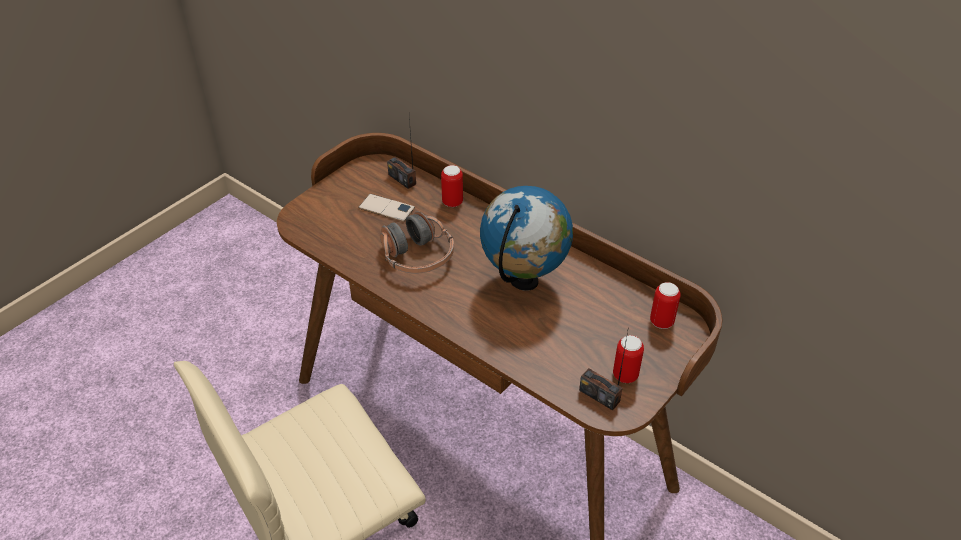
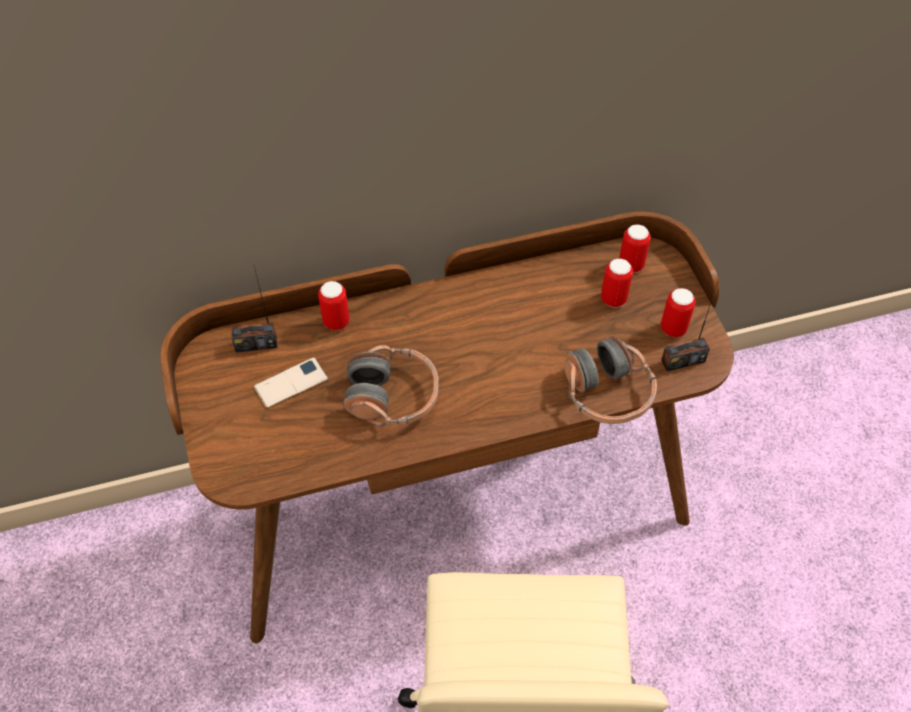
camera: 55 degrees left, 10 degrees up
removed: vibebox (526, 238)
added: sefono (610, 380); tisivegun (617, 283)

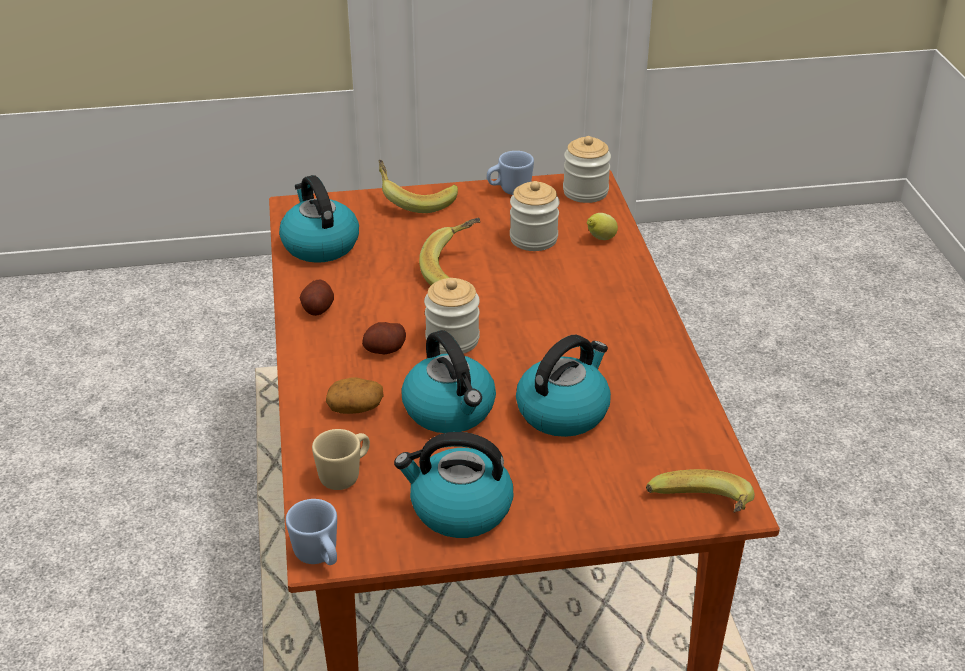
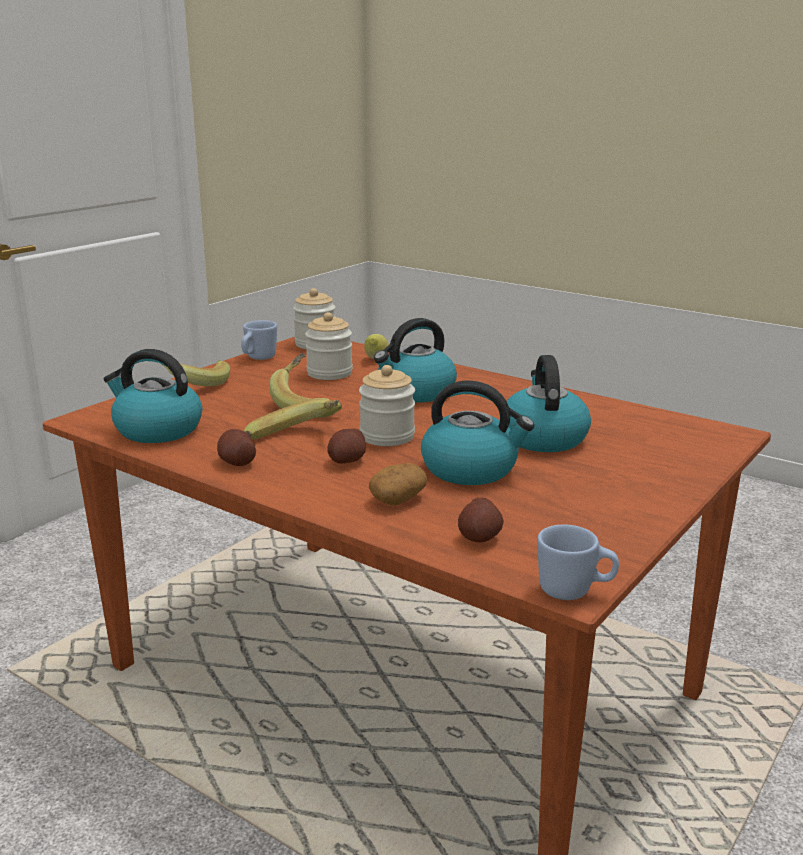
camera: 45 degrees left, 15 degrees down
moved: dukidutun (453, 485) to (415, 360); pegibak (700, 491) to (291, 418)
replaced: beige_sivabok (341, 459) to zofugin (481, 519)

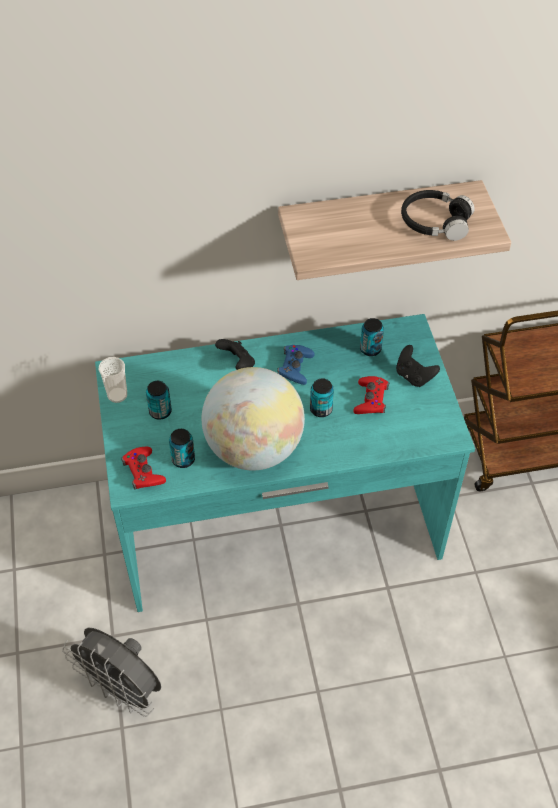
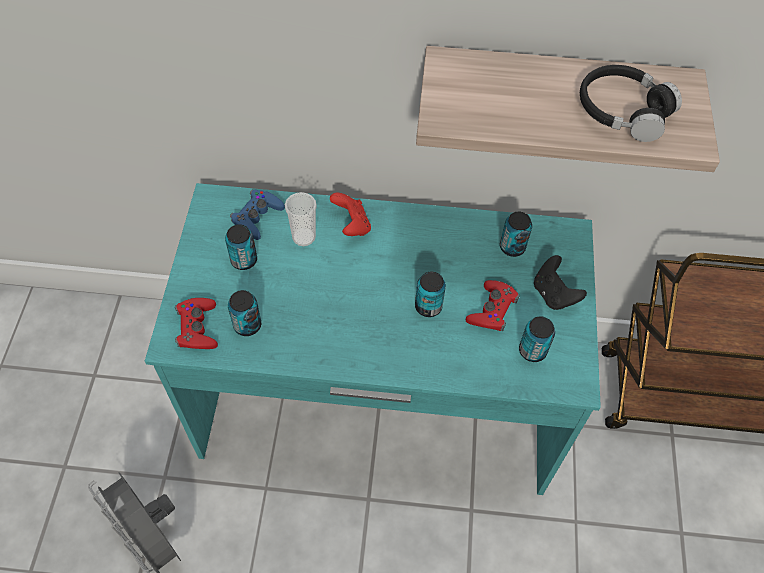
camera: 15 degrees right, 5 degrees up
removed: vibebox (253, 418)
added: tisivegun (537, 339)
moved: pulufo (113, 380) to (301, 219); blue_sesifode (295, 365) to (257, 215)
recoloured: black_sesifode (235, 354) to red_sesifode (350, 214)

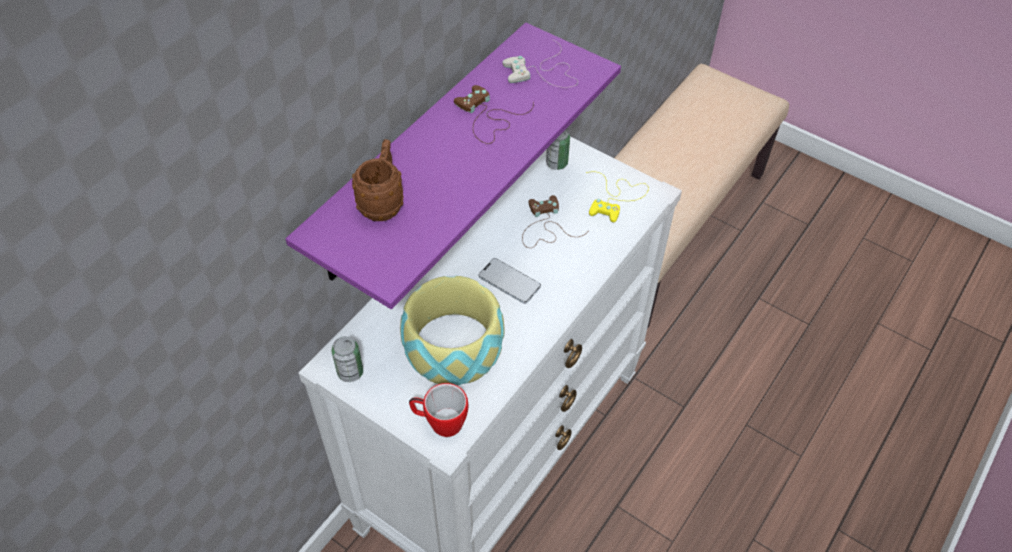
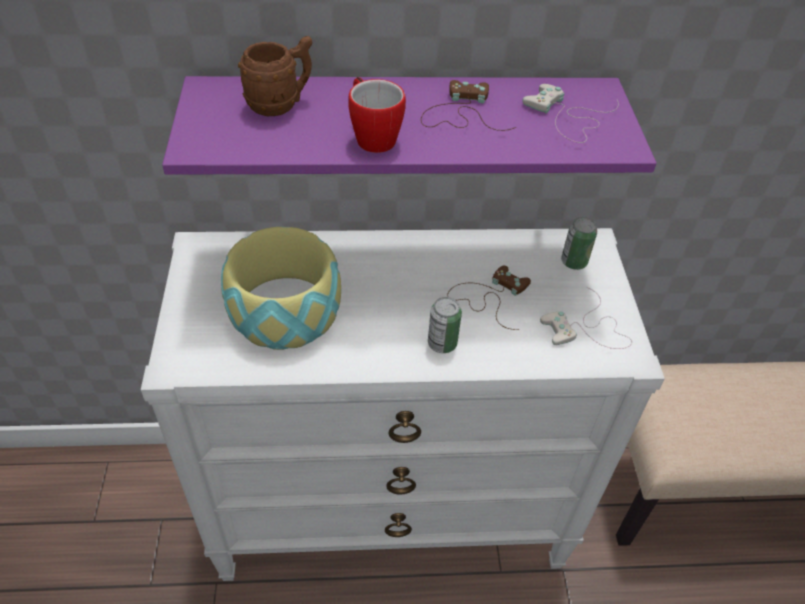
camera: 50 degrees right, 5 degrees down
removed: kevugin (510, 281)
moved: tisivegun (347, 359) to (445, 325); sivabok (438, 410) to (377, 115)
recoloured: yellow_sesifode (617, 197) to white_sesifode (586, 318)

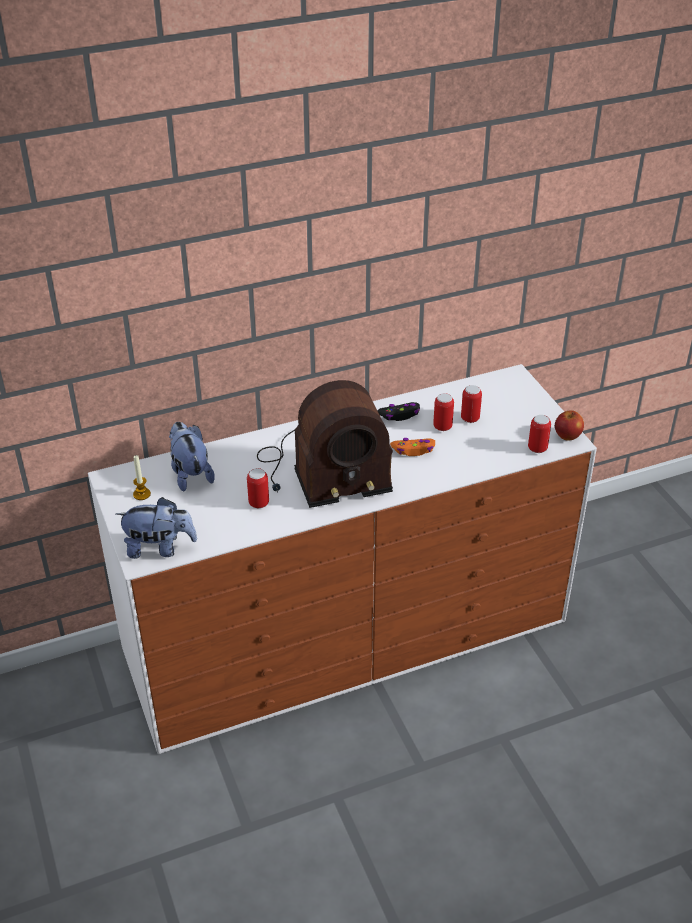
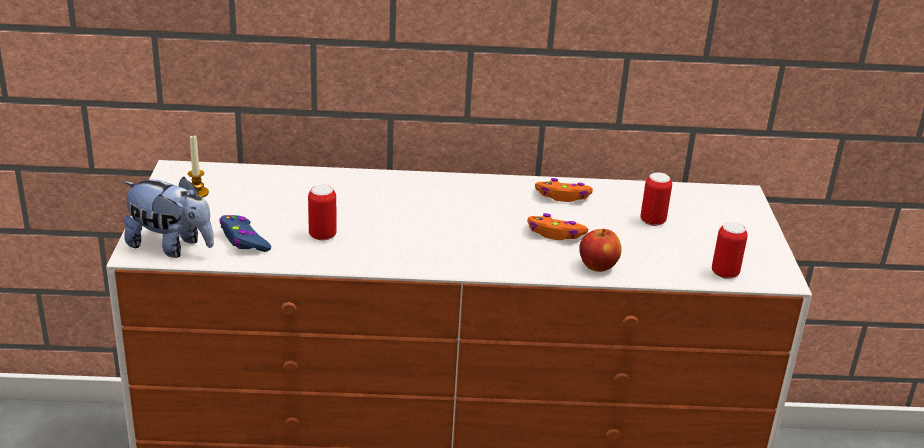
camera: 20 degrees right, 10 degrees down
removed: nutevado (192, 456); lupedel (325, 444); tisivegun (443, 412)
added: blue_sesifode (245, 233)
moved: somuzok (569, 426) to (600, 250)
recoloured: black_sesifode (398, 411) to orange_sesifode (564, 190)

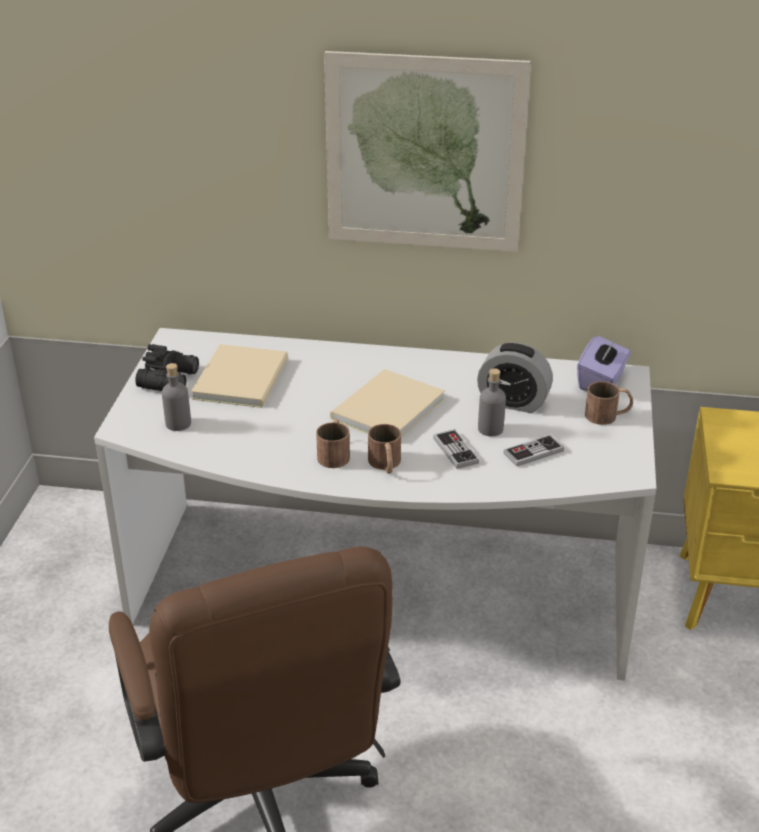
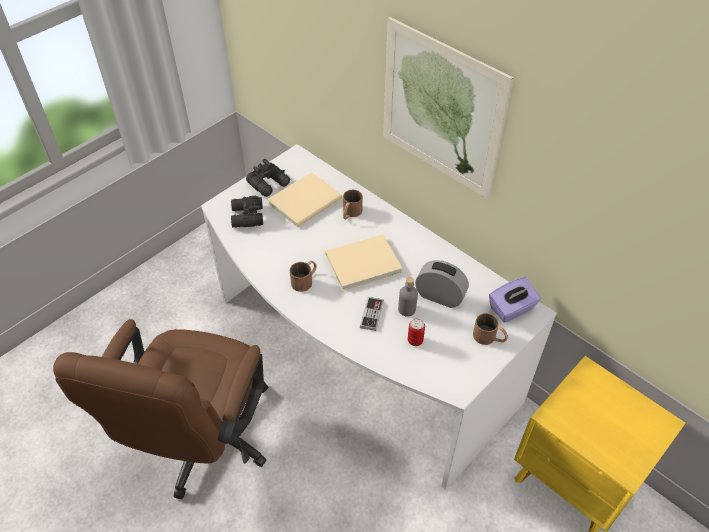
camera: 35 degrees right, 15 degrees up
moved: brown_sivabok (384, 449) to (353, 204)
replaced: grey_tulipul (176, 397) to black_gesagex (247, 212); sesifode (533, 450) to tisivegun (416, 332)
turned: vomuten (515, 377) = (442, 284) 150 degrees clockwise

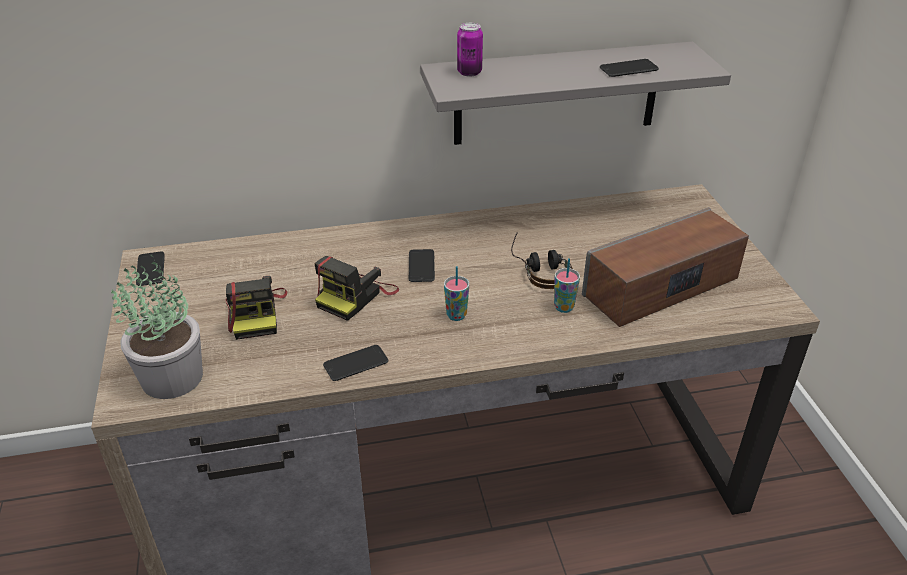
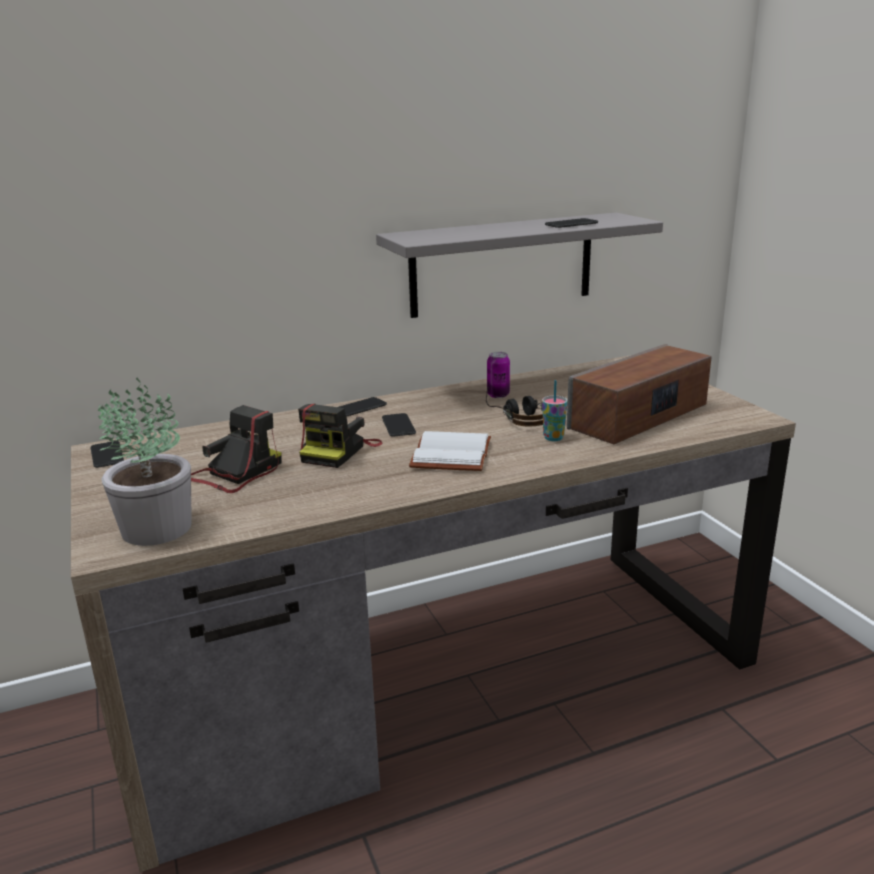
camera: 10 degrees left, 15 degrees down
moved: kevugin (355, 363) to (363, 407); tisivegun (470, 50) to (498, 375)
replaced: pulufo (456, 293) to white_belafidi (450, 451)
turned: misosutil (256, 308) = (236, 449) 120 degrees counterclockwise

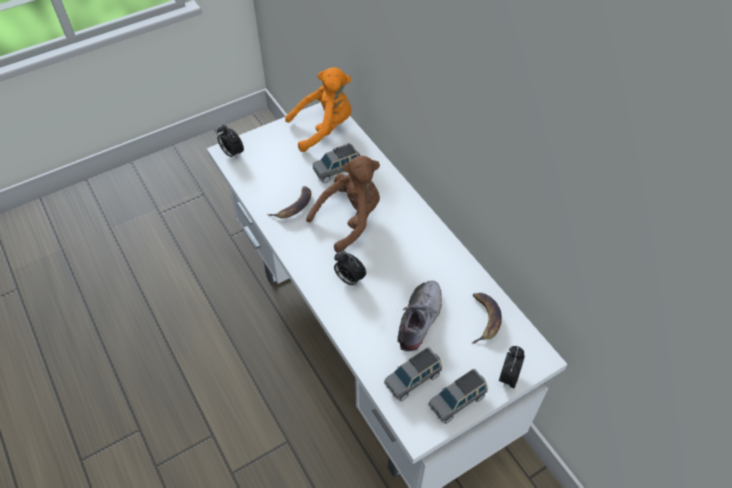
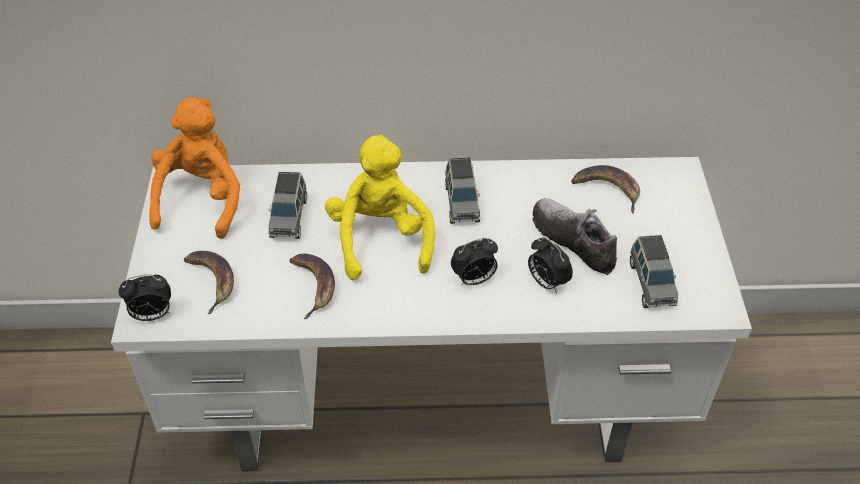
camera: 60 degrees left, 5 degrees down
added: pegibak (209, 282)
moved: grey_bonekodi (458, 396) to (462, 190); vomuten (512, 367) to (550, 265)
recoloured: brown_nutevado (343, 204) to yellow_nutevado (380, 207)

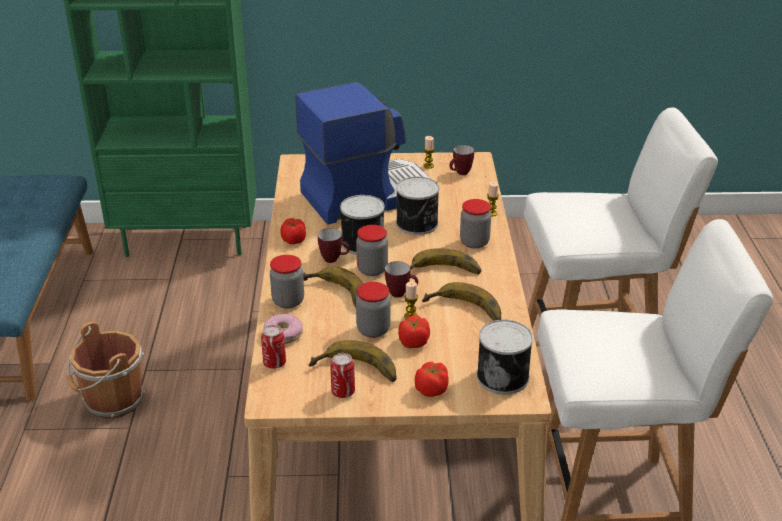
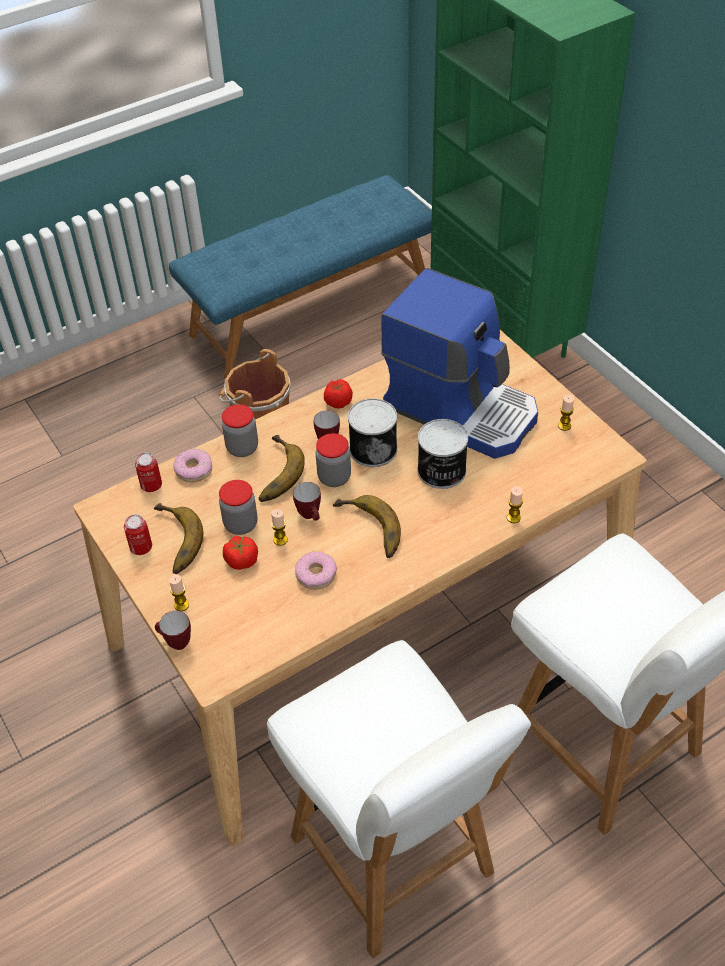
camera: 60 degrees right, 15 degrees up
removed: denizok (475, 224); tisivegun (505, 357)
moved: sivabok (461, 160) to (173, 630)
replaced: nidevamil (432, 379) to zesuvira (179, 593); pegibak (461, 301) to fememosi (316, 570)

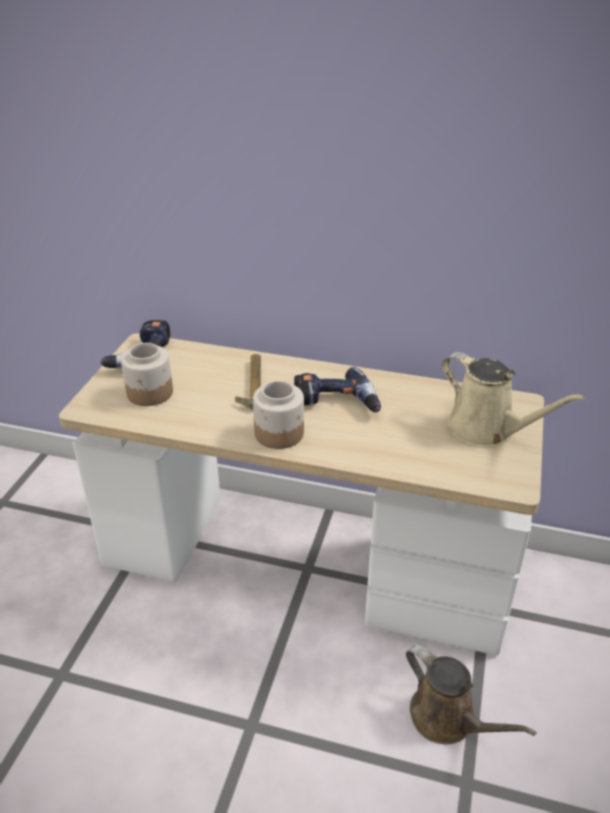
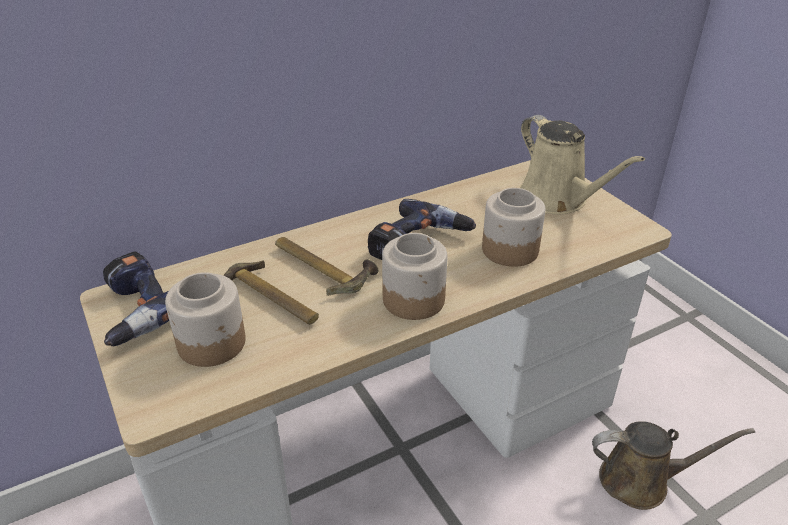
camera: 45 degrees left, 0 degrees up
added: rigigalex (271, 292); denizok (513, 227)
turned: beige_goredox (513, 399) = (582, 165) 60 degrees clockwise

